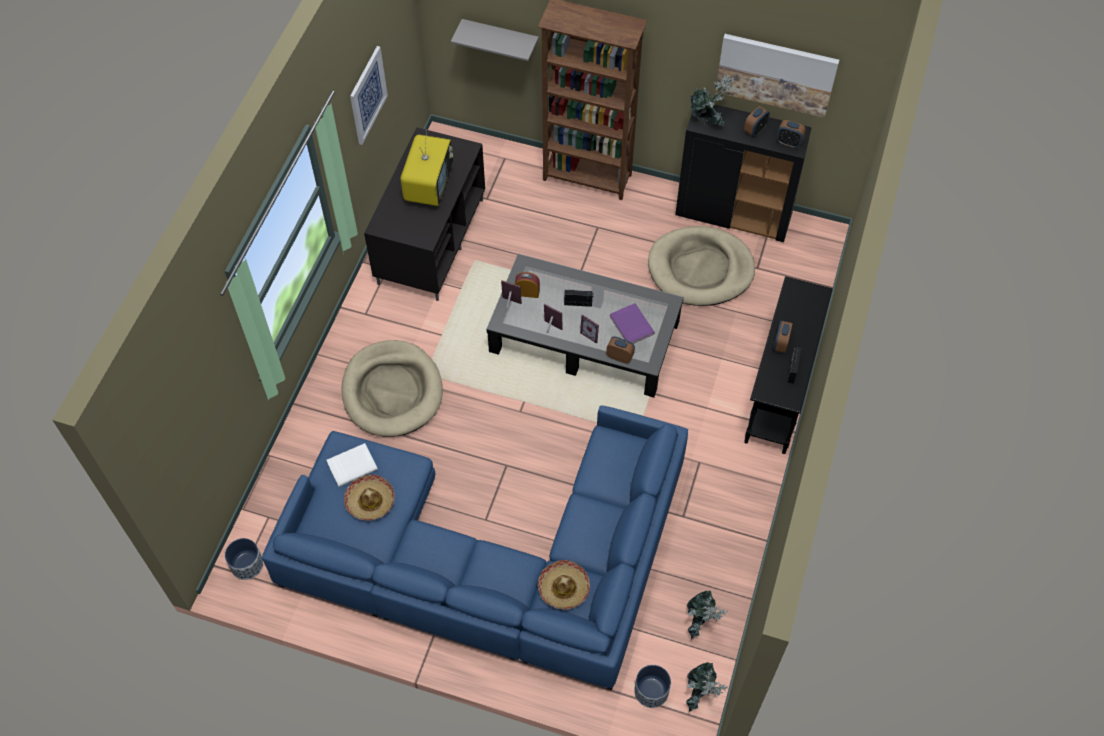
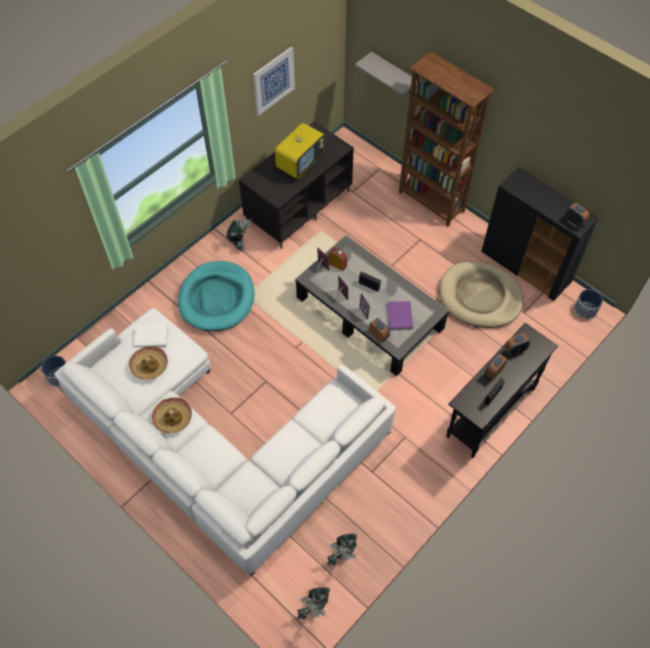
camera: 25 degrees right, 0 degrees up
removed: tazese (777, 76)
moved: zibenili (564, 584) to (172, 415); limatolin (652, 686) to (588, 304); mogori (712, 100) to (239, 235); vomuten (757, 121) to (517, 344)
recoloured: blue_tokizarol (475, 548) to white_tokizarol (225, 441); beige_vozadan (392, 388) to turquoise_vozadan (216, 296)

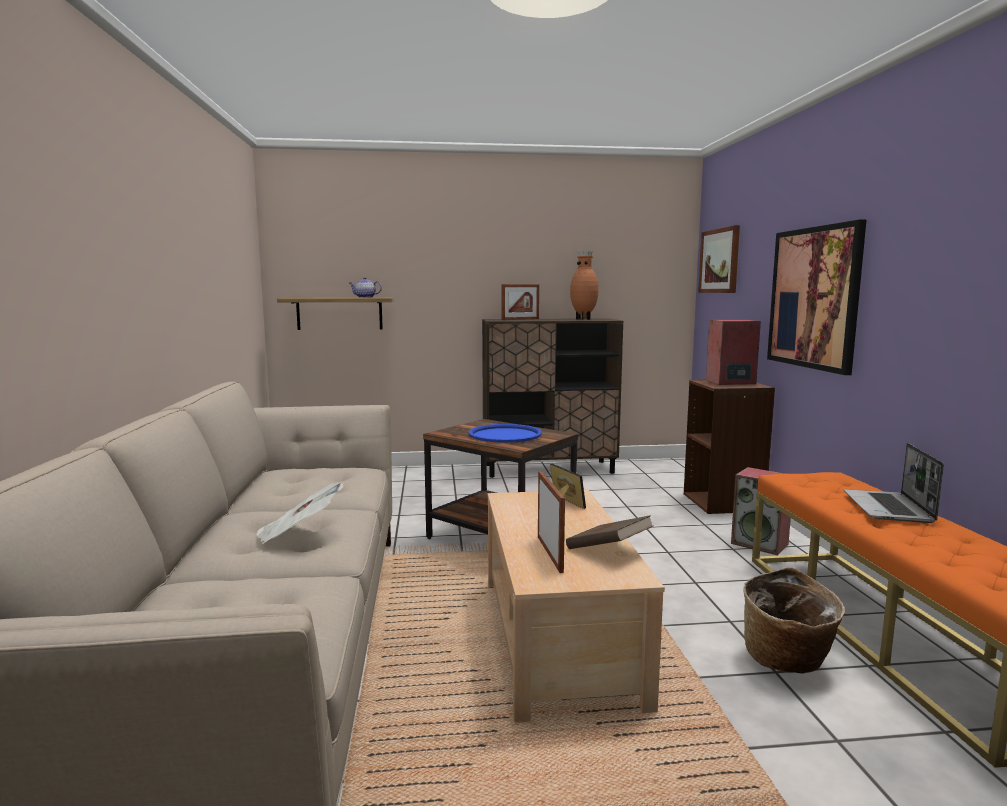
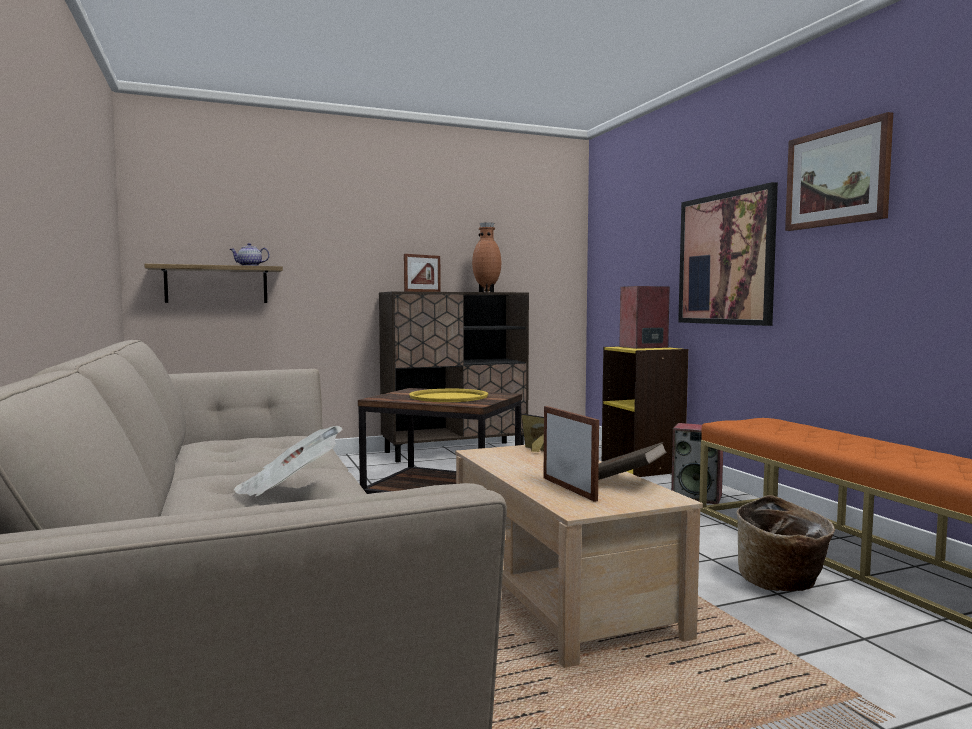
camera: 15 degrees left, 5 degrees down
removed: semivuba (894, 483)
moved: tazese (719, 259) to (839, 171)
recoloured: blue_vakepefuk (505, 433) to yellow_vakepefuk (448, 395); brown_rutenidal (729, 447) to yellow_rutenidal (645, 411)

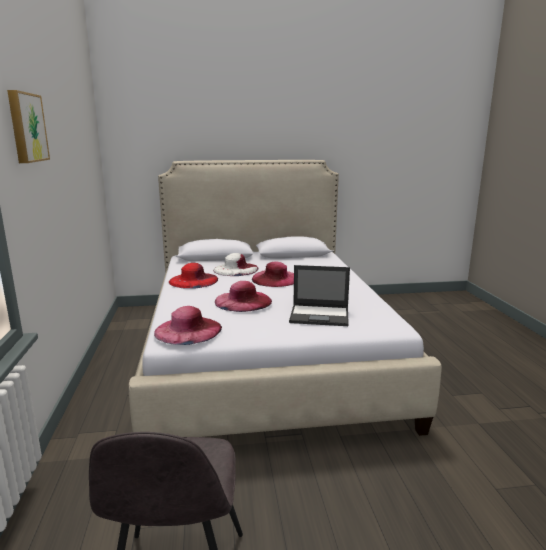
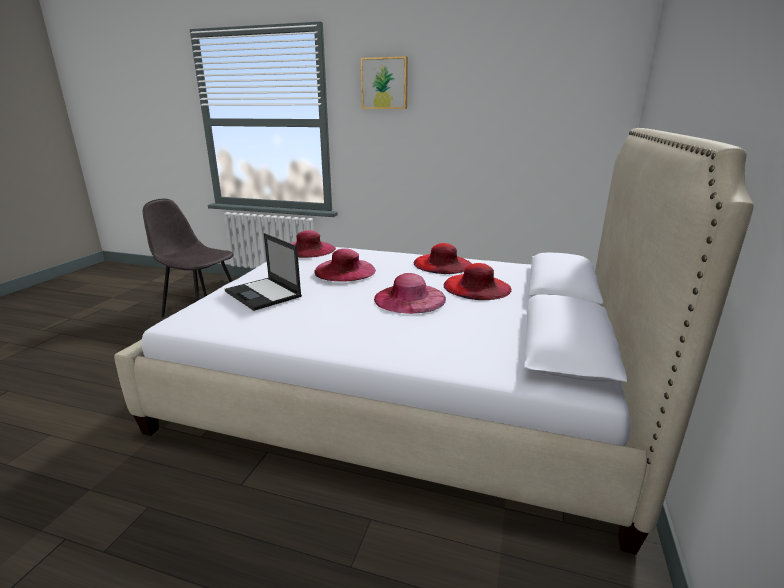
camera: 115 degrees right, 5 degrees up
recoloured: white_zibenili (236, 264) to red_zibenili (478, 281)
turned: semivuba (319, 295) = (263, 272) 75 degrees counterclockwise

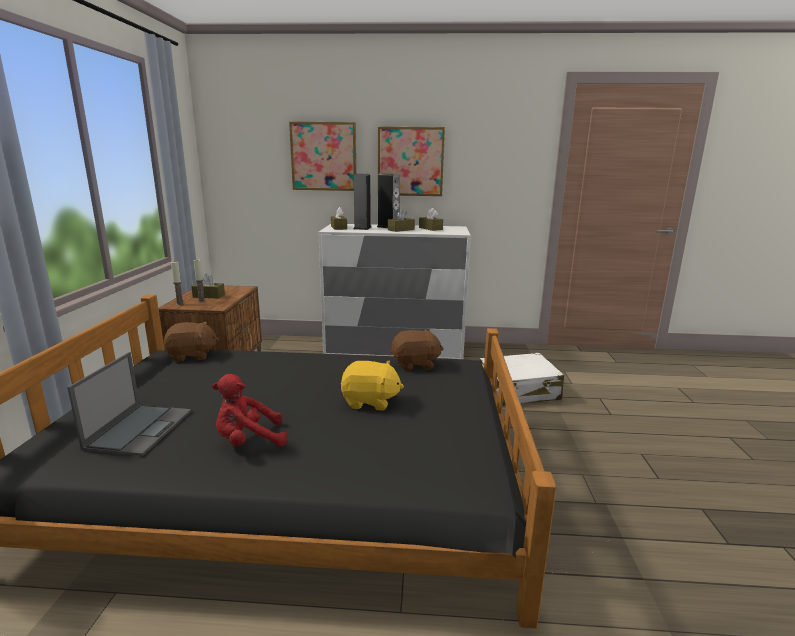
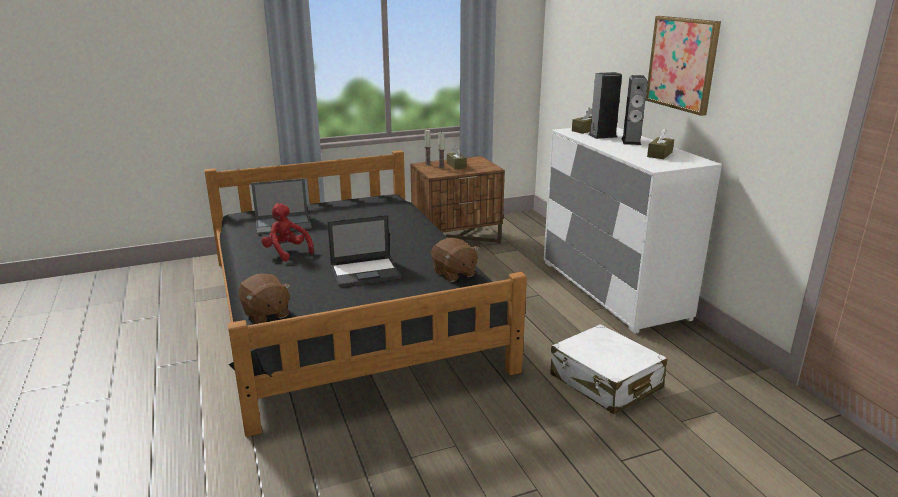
camera: 65 degrees right, 5 degrees up
removed: tazese (322, 156); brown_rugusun (401, 220)
moved: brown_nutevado (191, 342) to (265, 299)
replaced: yellow_nutevado (372, 385) to semivuba (364, 251)

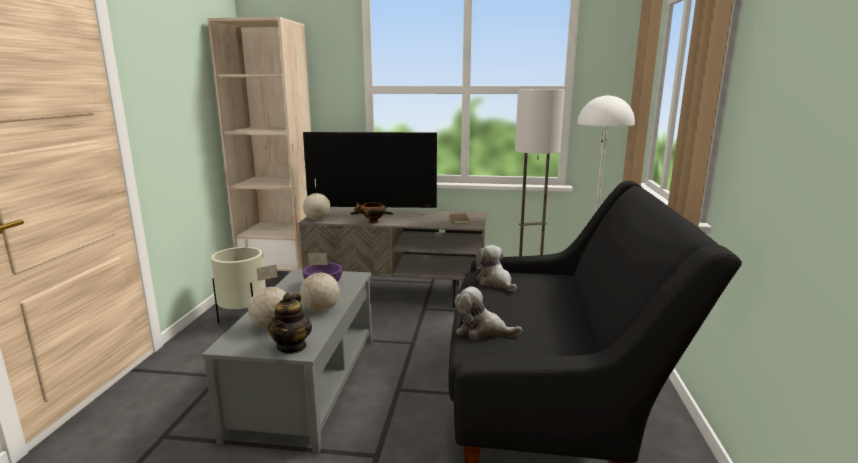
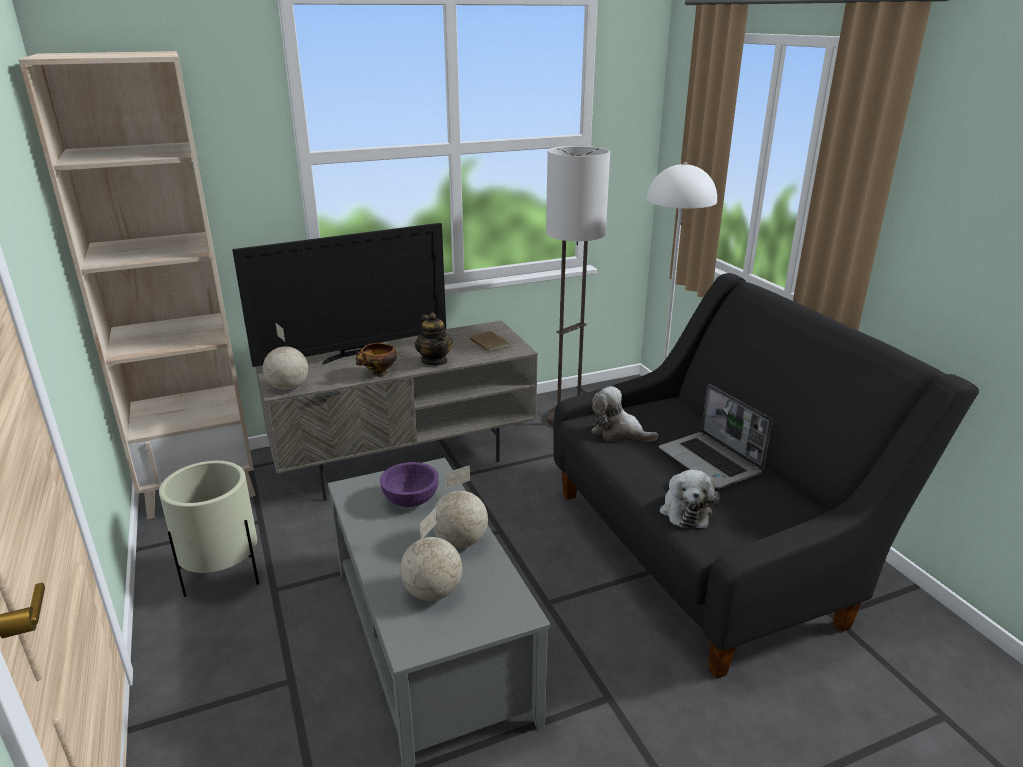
camera: 30 degrees left, 10 degrees up
added: semivuba (716, 436)
moved: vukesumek (290, 323) to (434, 339)
turned: nutevado (488, 313) = (689, 499) 75 degrees counterclockwise

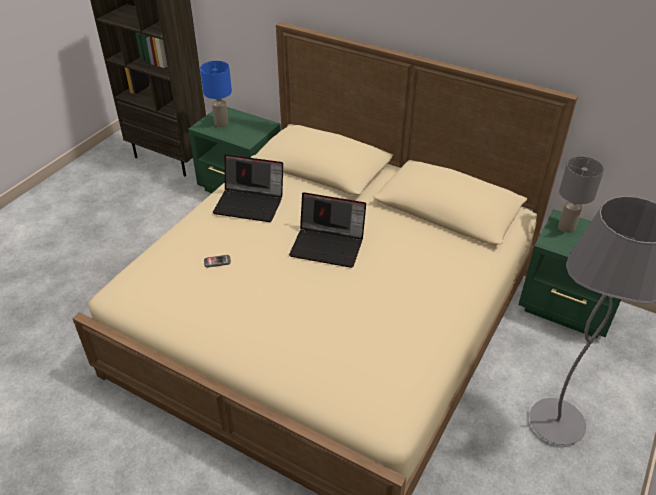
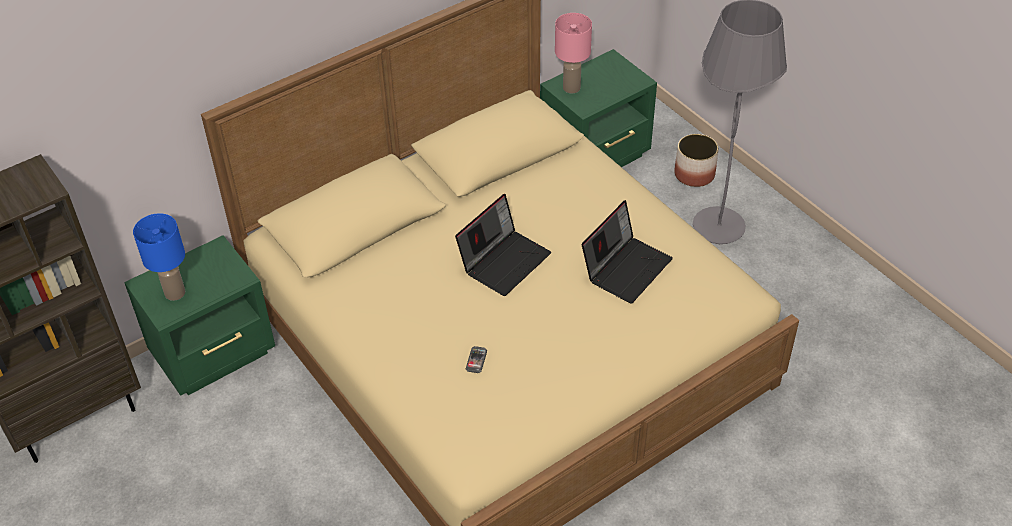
camera: 65 degrees left, 5 degrees up
added: limatolin (696, 160)
moved: semivuba (248, 188) to (627, 252)
recoloured: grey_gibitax (581, 194) to pink_gibitax (573, 53)

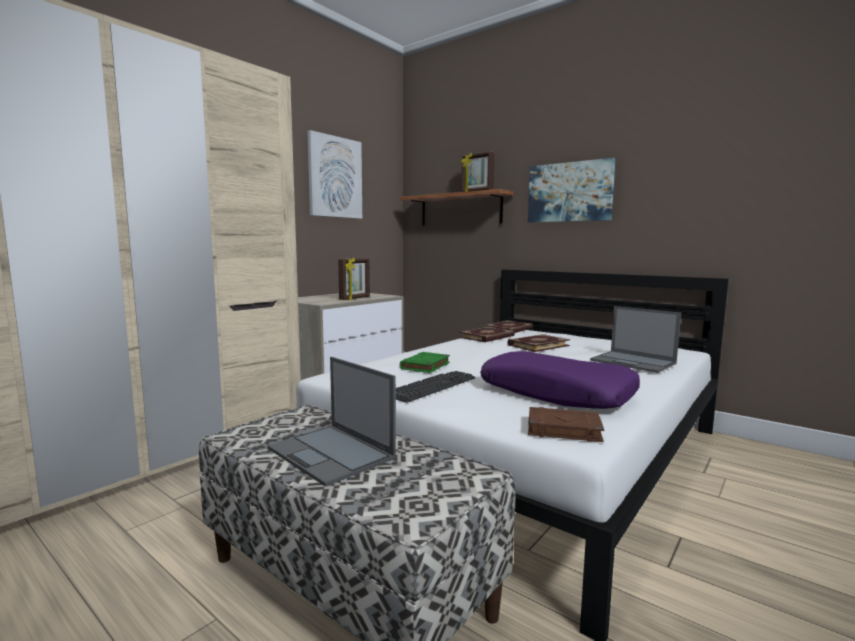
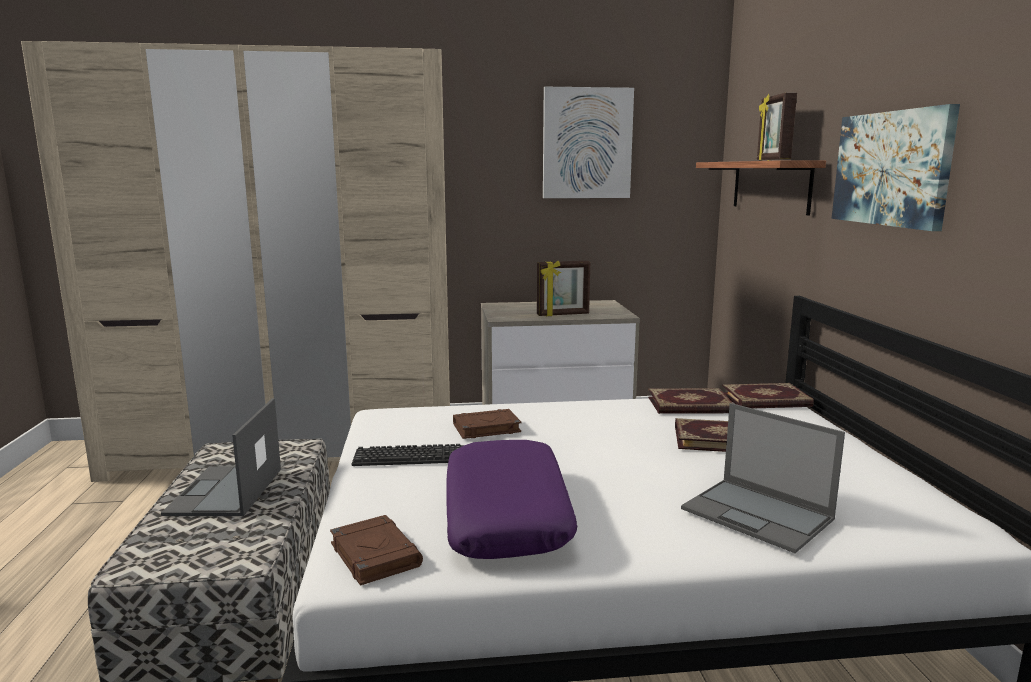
camera: 45 degrees right, 5 degrees up
recoloured: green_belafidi (425, 362) to brown_belafidi (487, 424)
turned: semivuba (635, 339) = (763, 478) 45 degrees counterclockwise

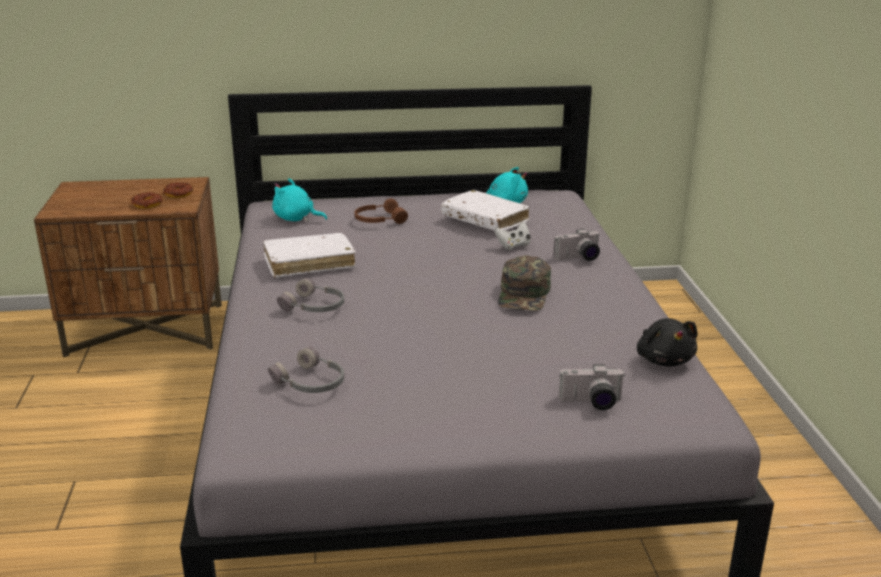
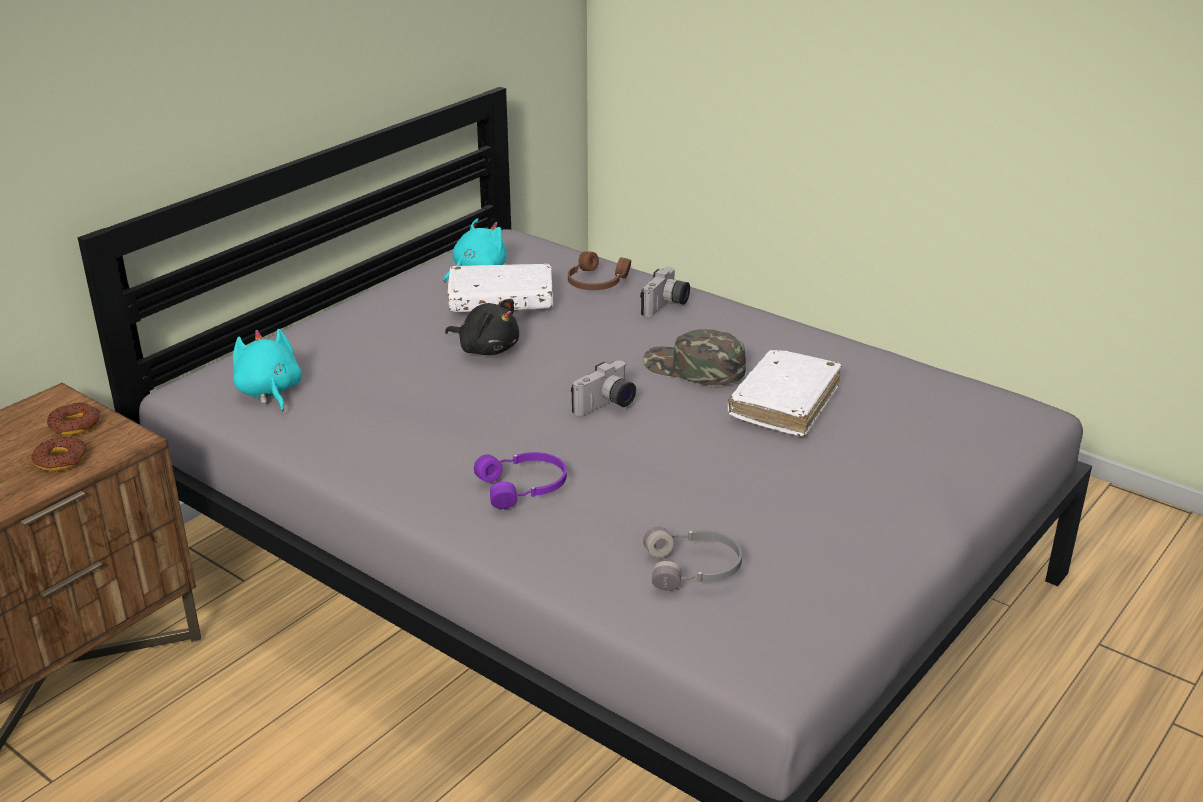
camera: 45 degrees left, 5 degrees up
removed: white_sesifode (512, 235)
moved: white_belafidi (309, 255) to (785, 393); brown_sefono (381, 211) to (599, 270); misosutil (591, 387) to (603, 388); black_nutevado (667, 342) to (482, 327)
recoloured: grey_sefono (310, 295) to purple_sefono (520, 480)
turned: turquoise_nutevado (299, 200) = (267, 370) 90 degrees clockwise; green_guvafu (524, 283) = (695, 357) 150 degrees clockwise

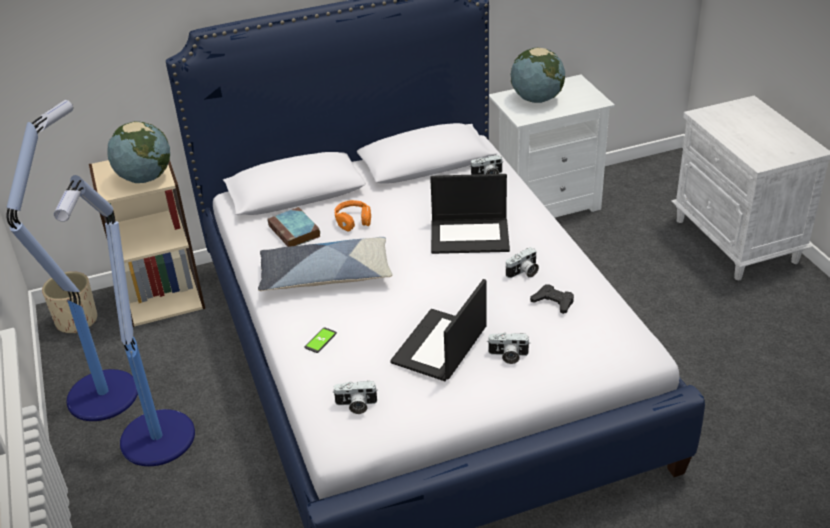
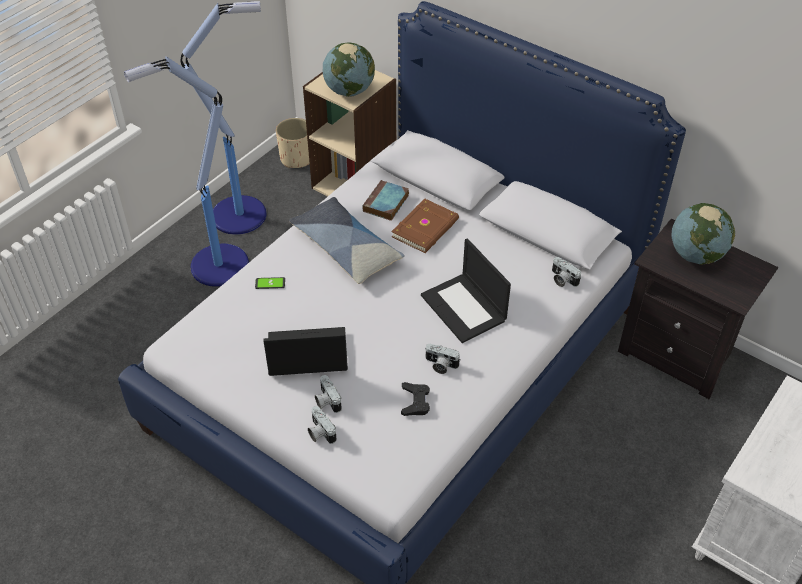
camera: 55 degrees right, 10 degrees up
moved: misosutil (355, 397) to (322, 425)
replaced: orange_sefono (353, 216) to brown_belafidi (425, 226)
recoloured: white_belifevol (552, 146) to black_belifevol (698, 309)

